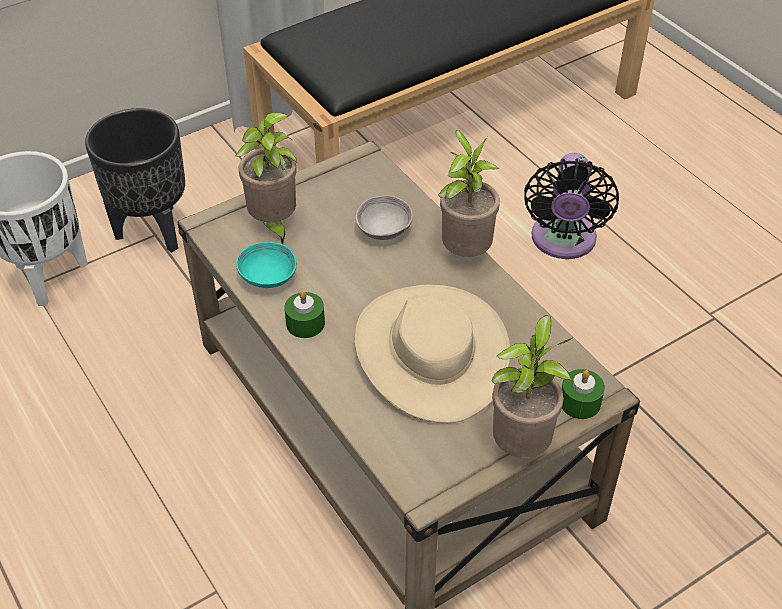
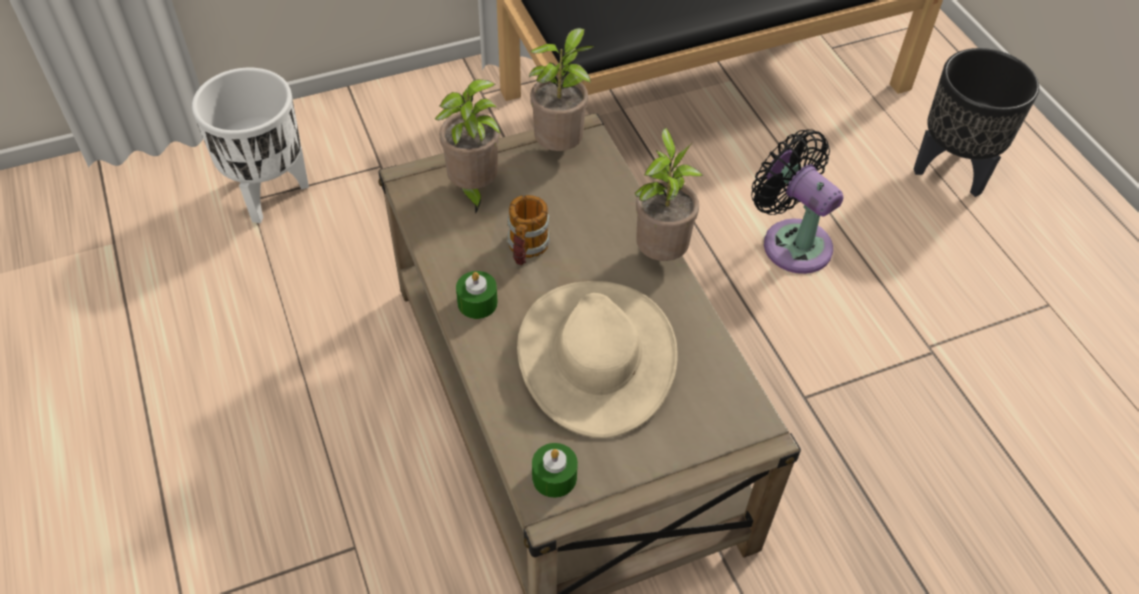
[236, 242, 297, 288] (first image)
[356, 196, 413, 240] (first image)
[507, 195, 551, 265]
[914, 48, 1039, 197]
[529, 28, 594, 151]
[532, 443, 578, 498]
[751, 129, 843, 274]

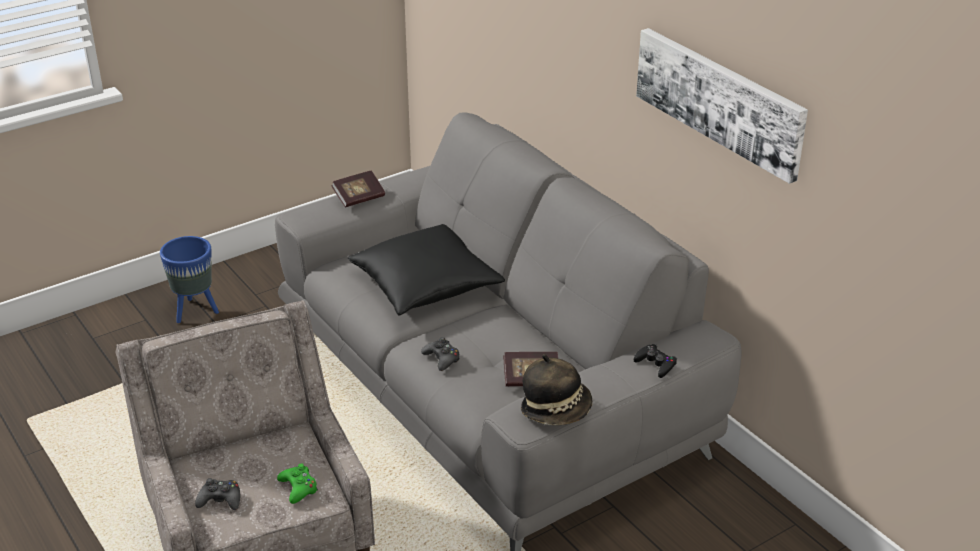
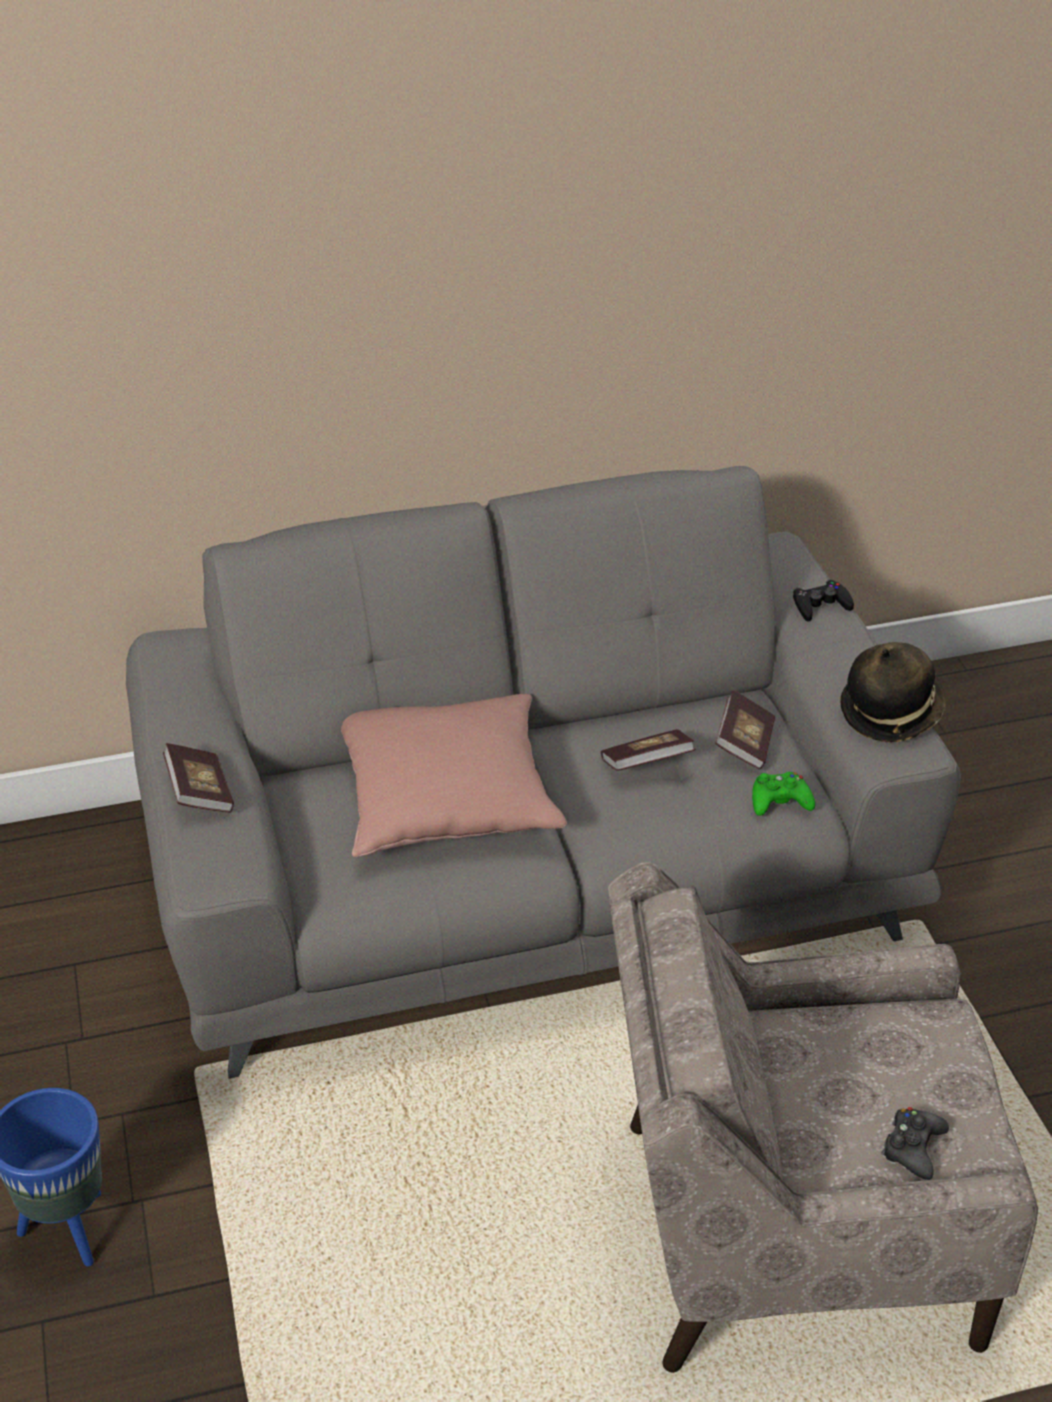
[421, 337, 460, 371] (first image)
[636, 28, 808, 184] (first image)
[601, 729, 696, 771]
[752, 772, 815, 816]
[341, 694, 567, 857]

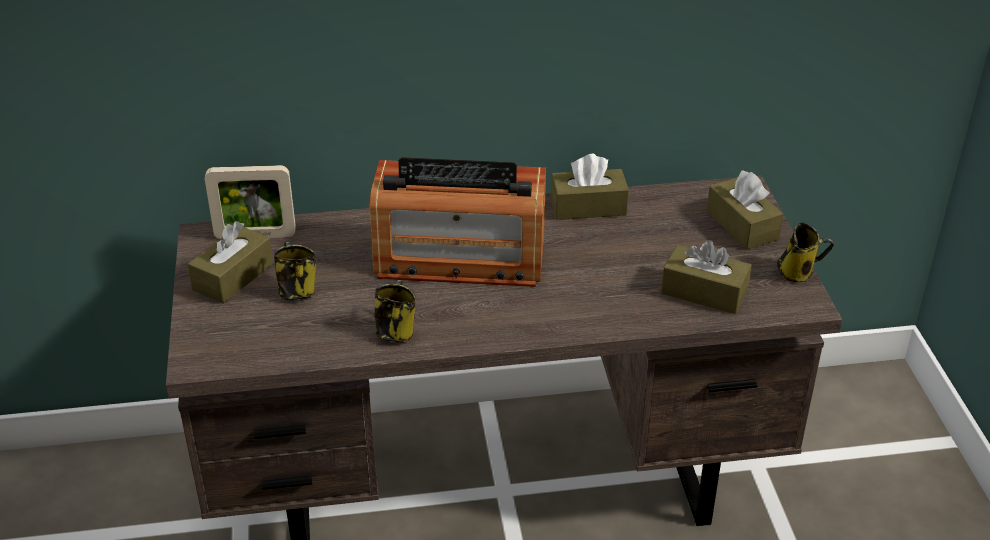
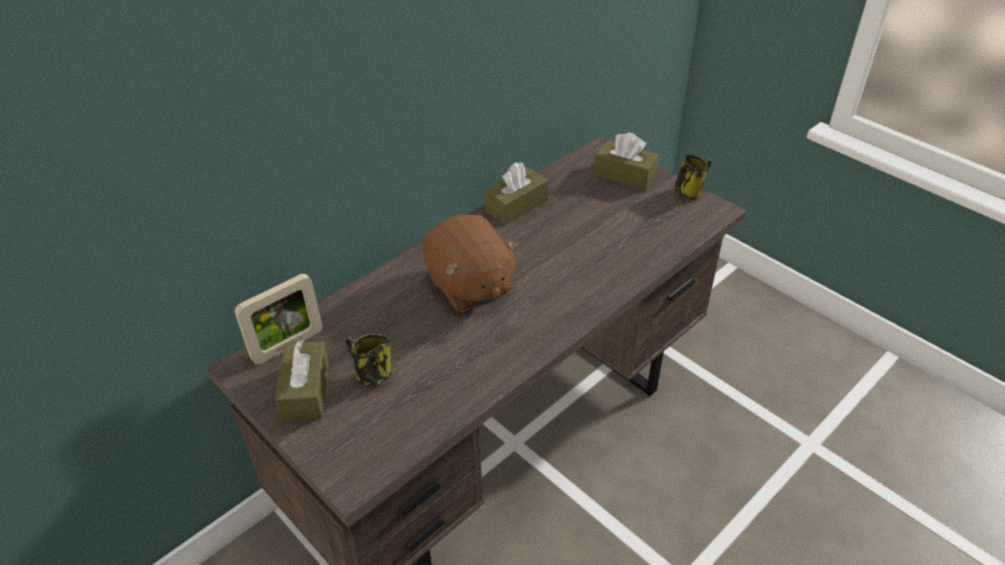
[374, 280, 416, 343] (first image)
[661, 240, 752, 314] (first image)
[423, 215, 519, 312]

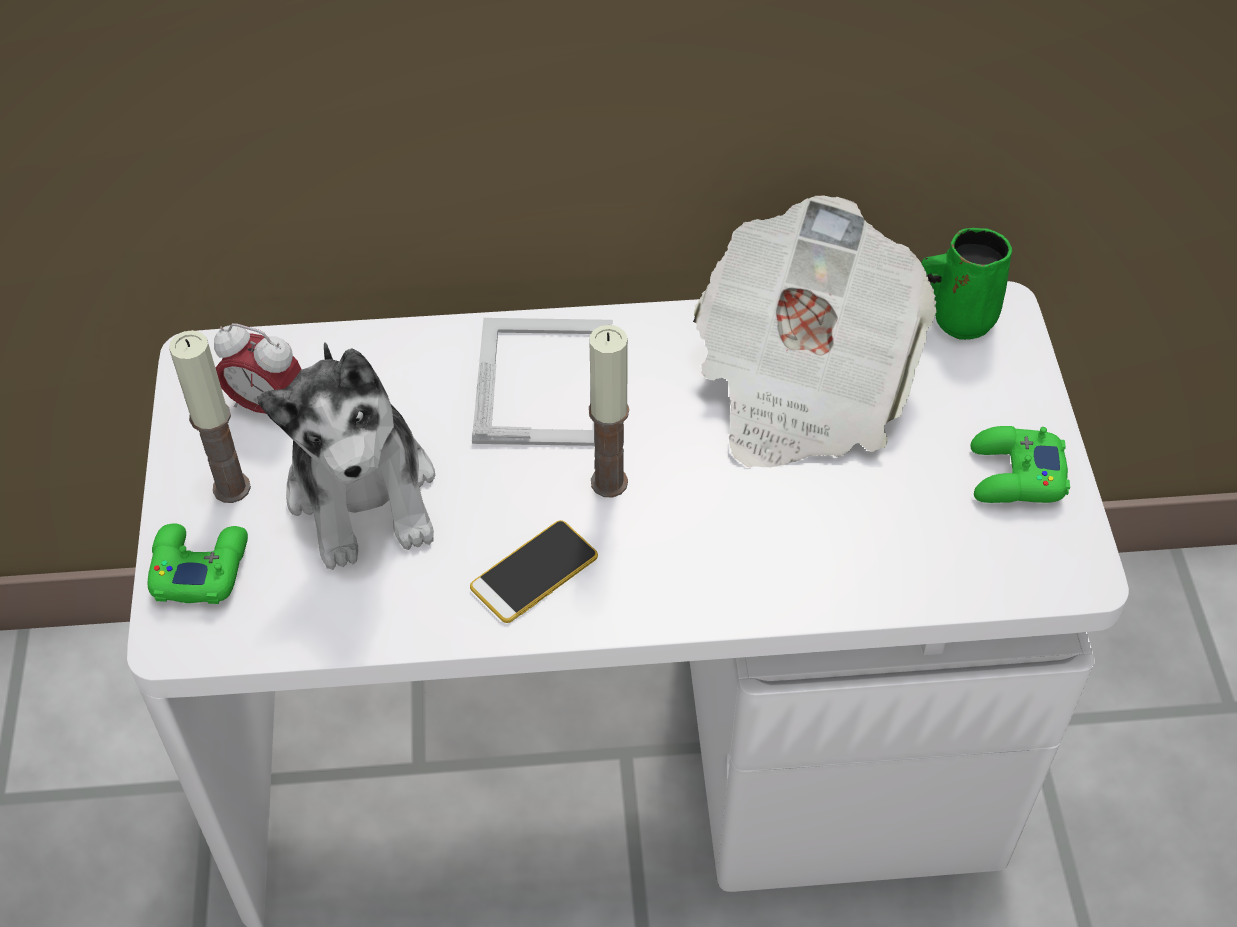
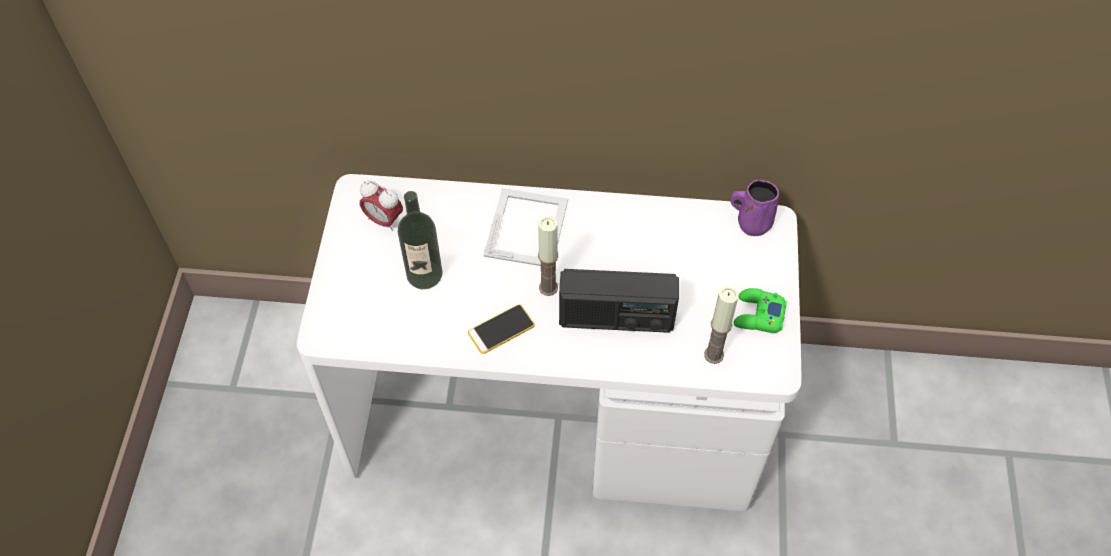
[147, 523, 248, 604] (first image)
[693, 196, 937, 468] (first image)
[559, 269, 679, 333]
[704, 286, 739, 364]
[398, 191, 442, 289]
[730, 180, 779, 236]

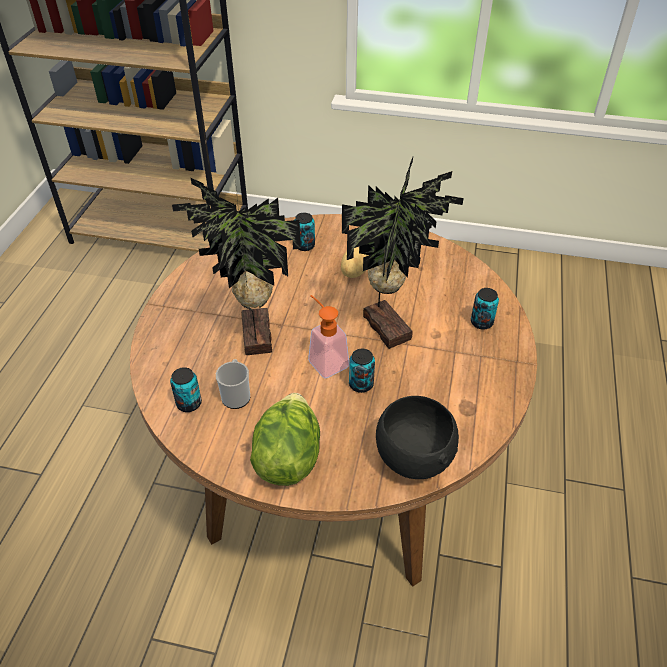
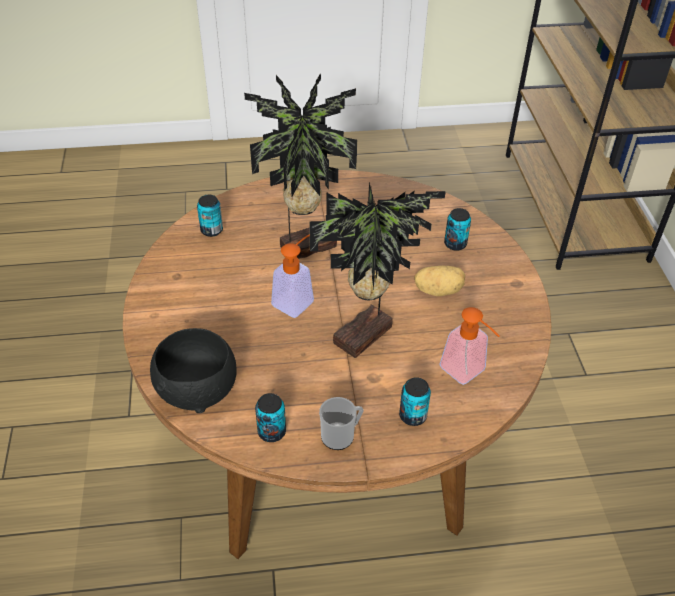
[250, 393, 320, 486] (first image)
[439, 307, 500, 385]
[319, 397, 364, 450]
[255, 393, 286, 442]

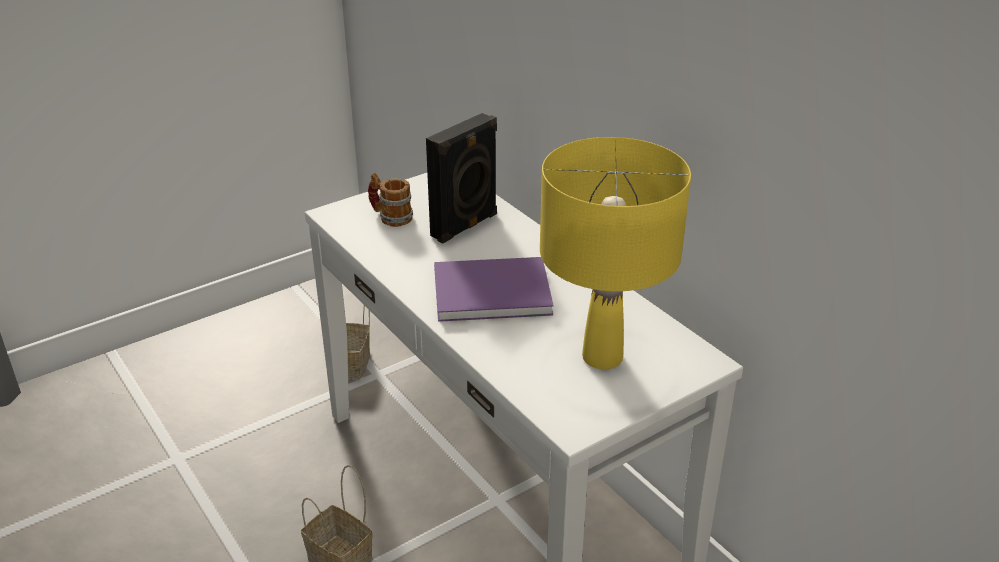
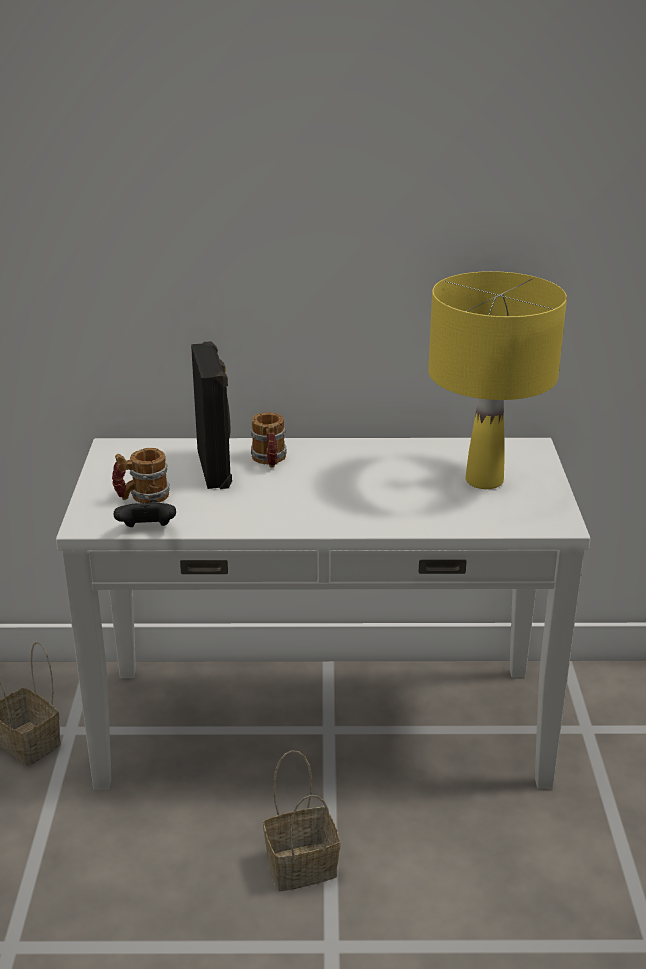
[434, 257, 554, 322] (first image)
[113, 499, 176, 527]
[251, 412, 287, 468]

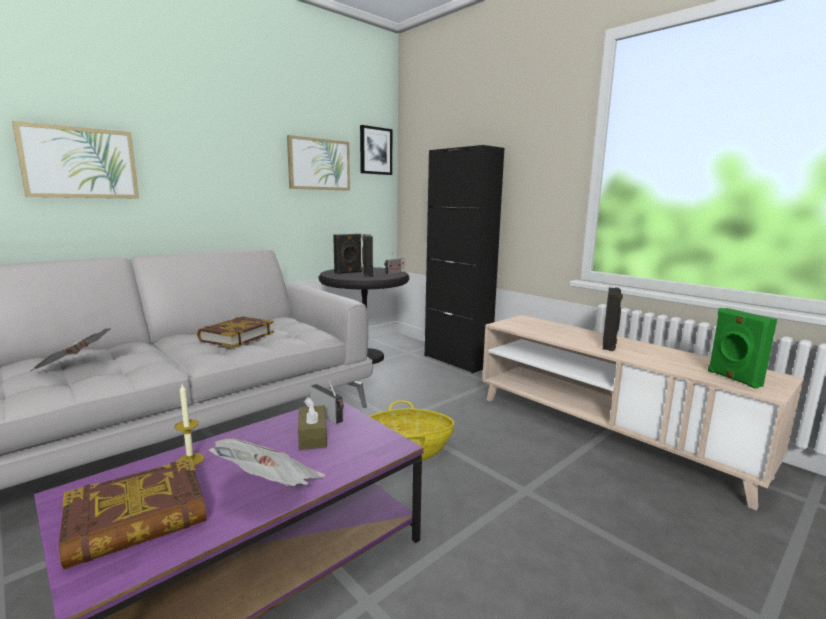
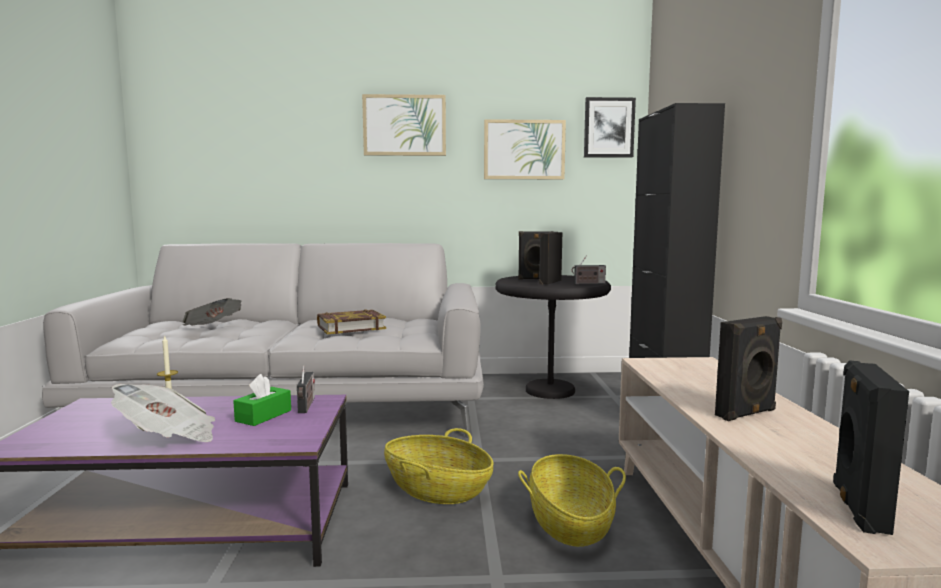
[59, 459, 206, 570] (first image)
[518, 454, 626, 547]
[362, 94, 446, 156]
[233, 374, 291, 426]
[833, 360, 909, 535]

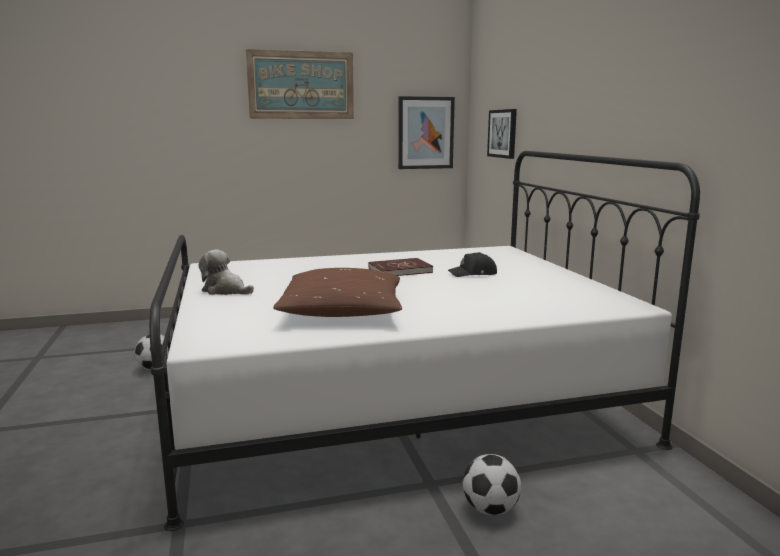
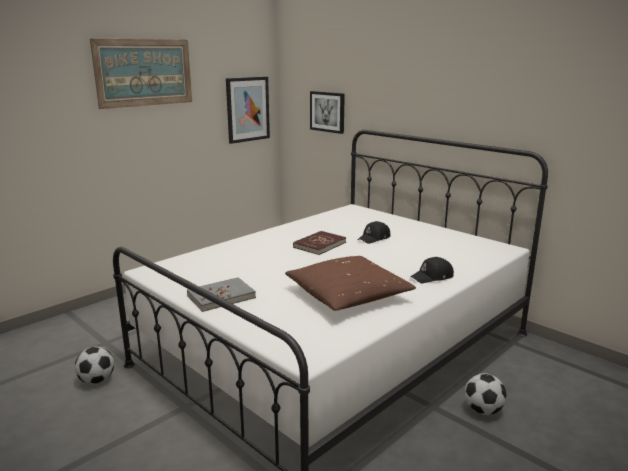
[410, 257, 454, 283]
[187, 277, 256, 312]

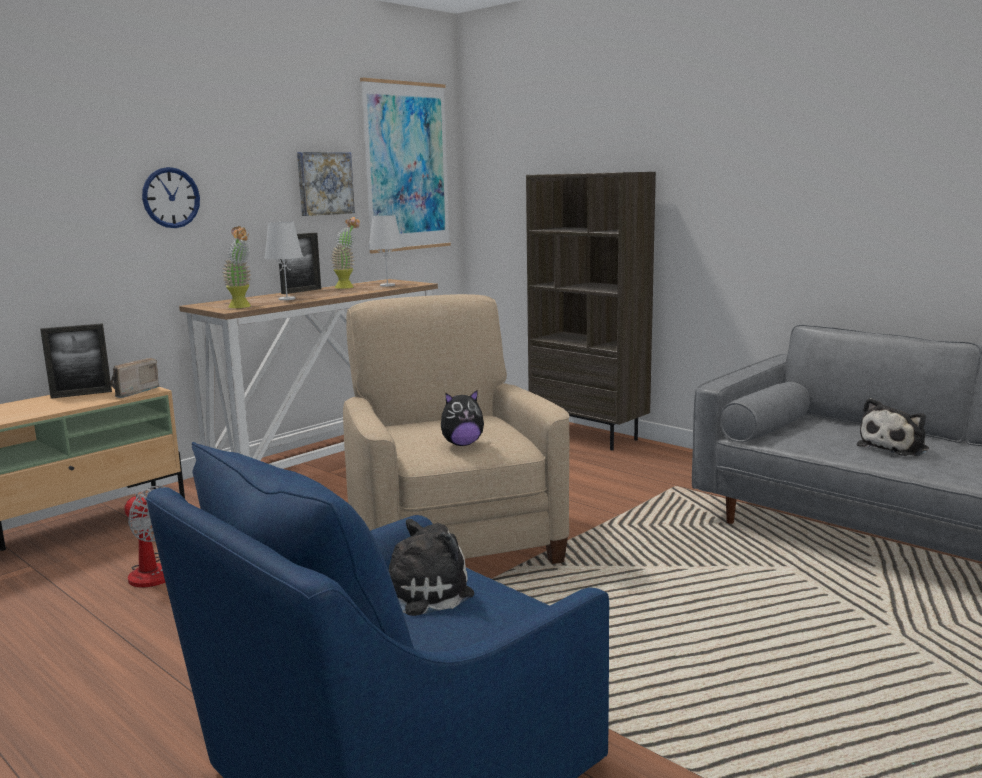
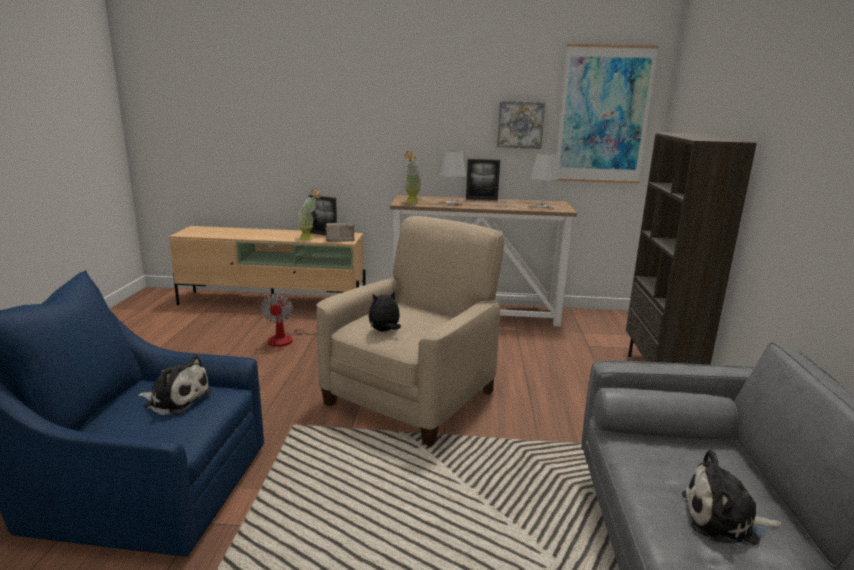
[142, 167, 200, 228] (first image)
[298, 189, 321, 240]
[368, 291, 401, 331]

